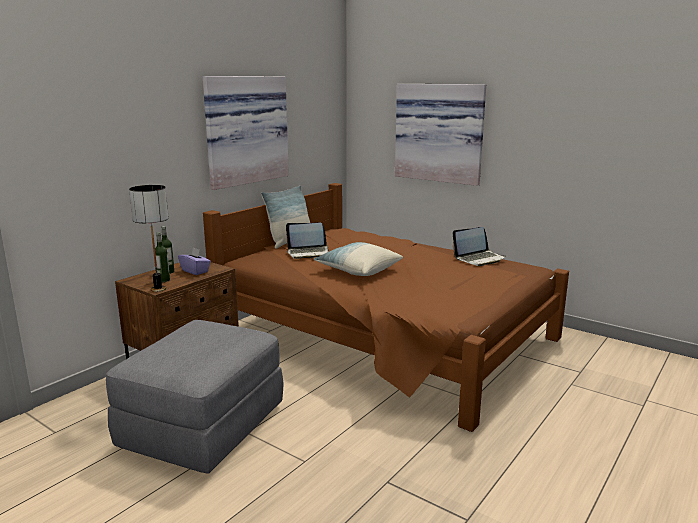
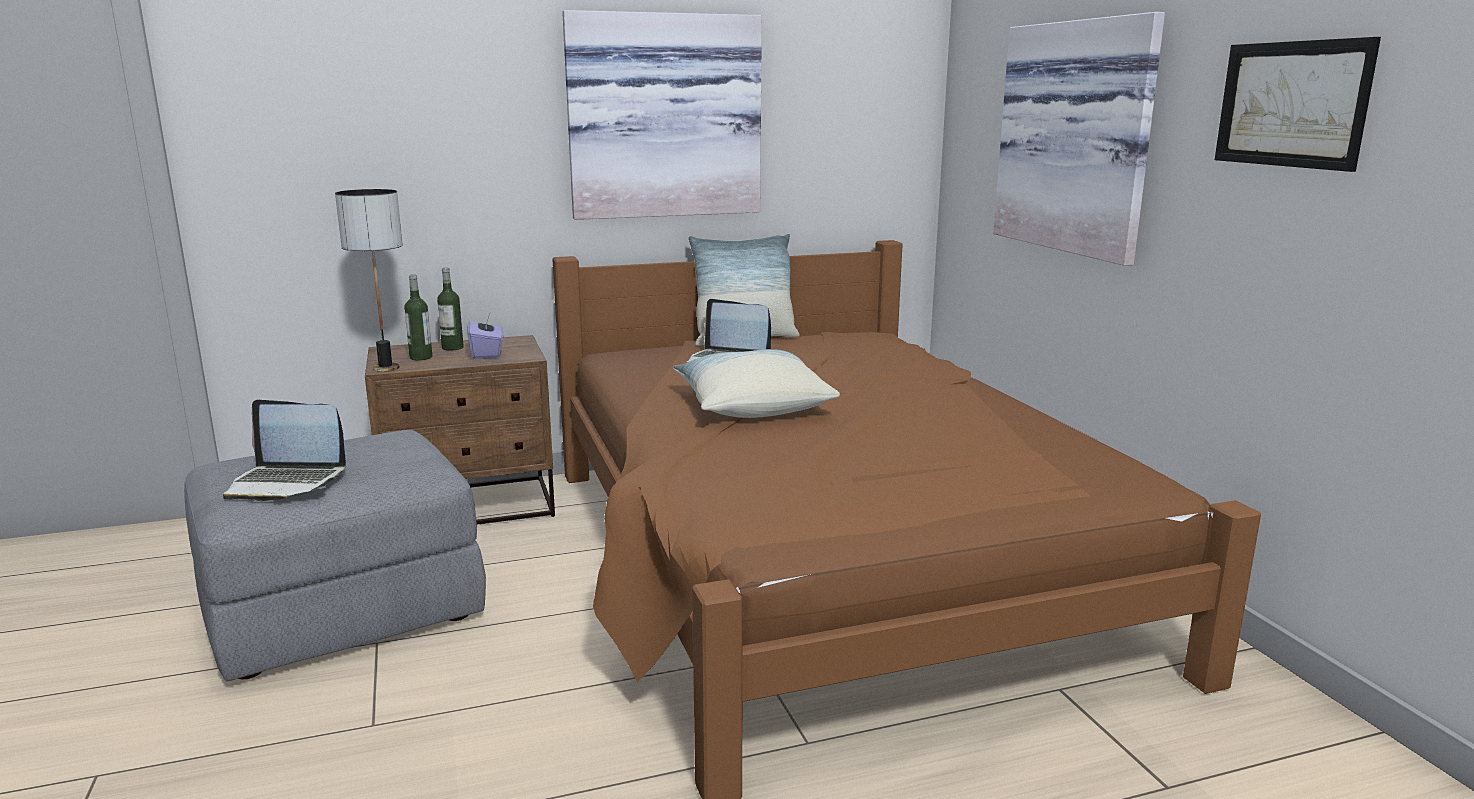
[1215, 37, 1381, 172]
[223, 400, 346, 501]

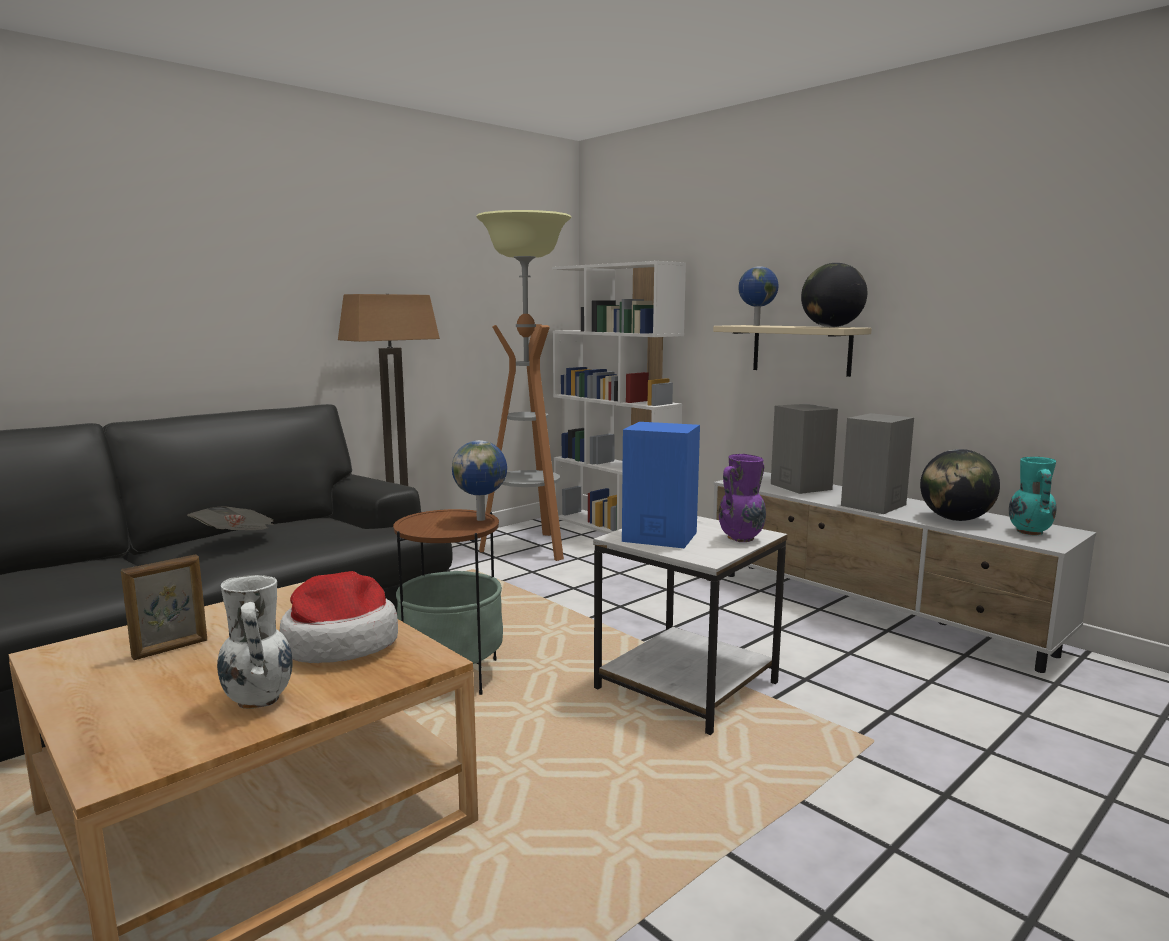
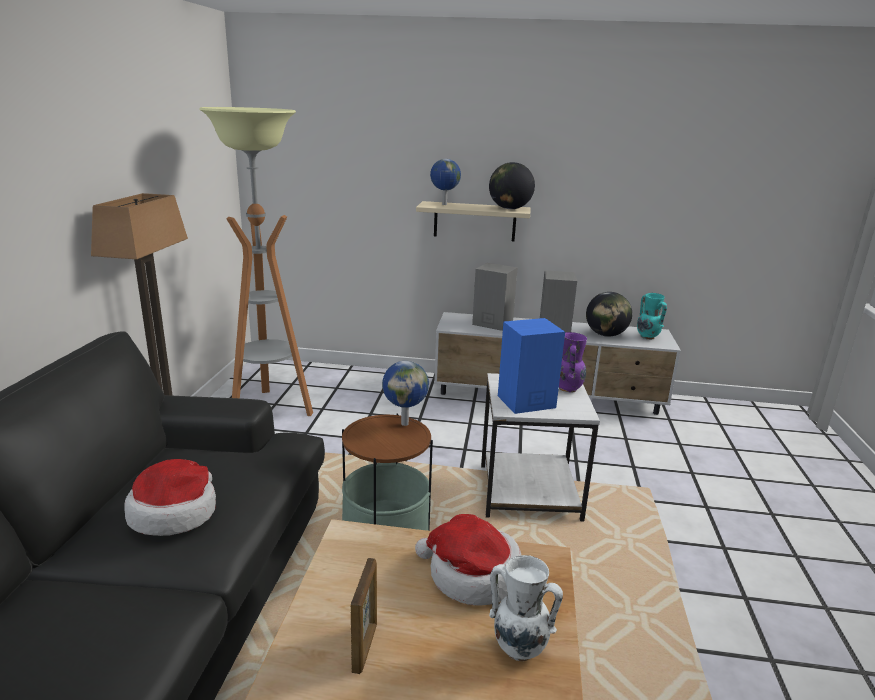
[552, 261, 686, 534] (first image)
[124, 459, 216, 536]

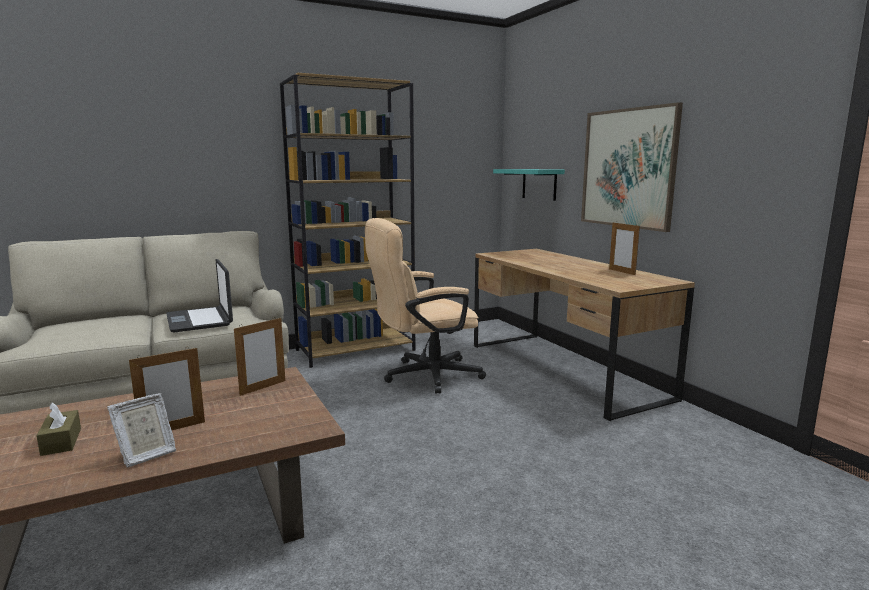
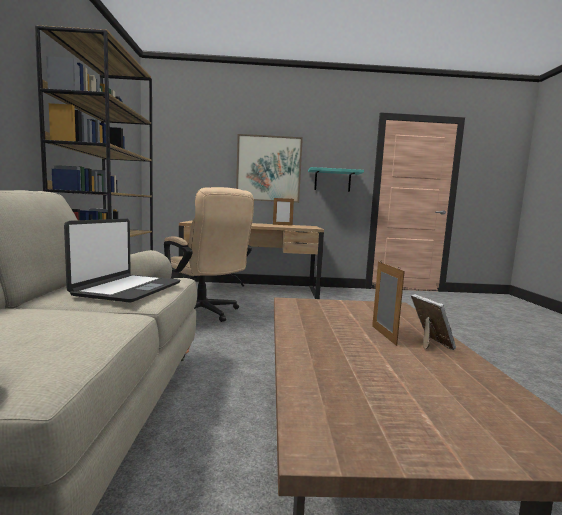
[36, 402, 81, 456] (first image)
[234, 317, 285, 396] (first image)
[308, 167, 364, 192]
[64, 219, 180, 303]
[164, 187, 254, 322]

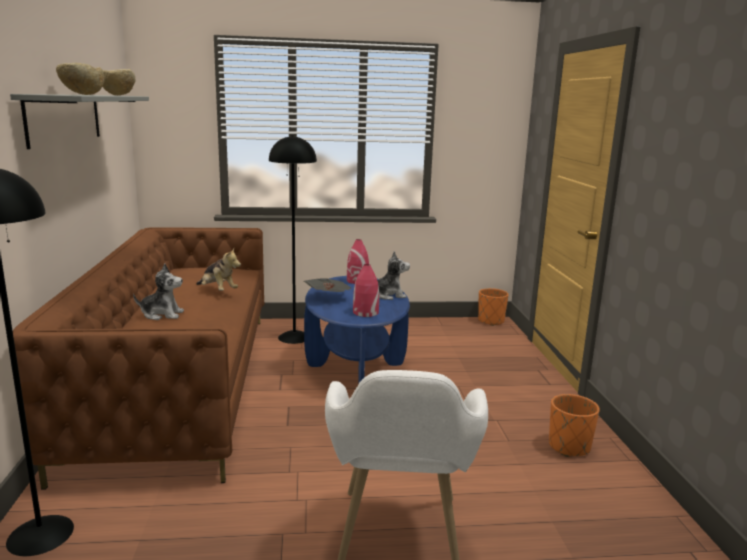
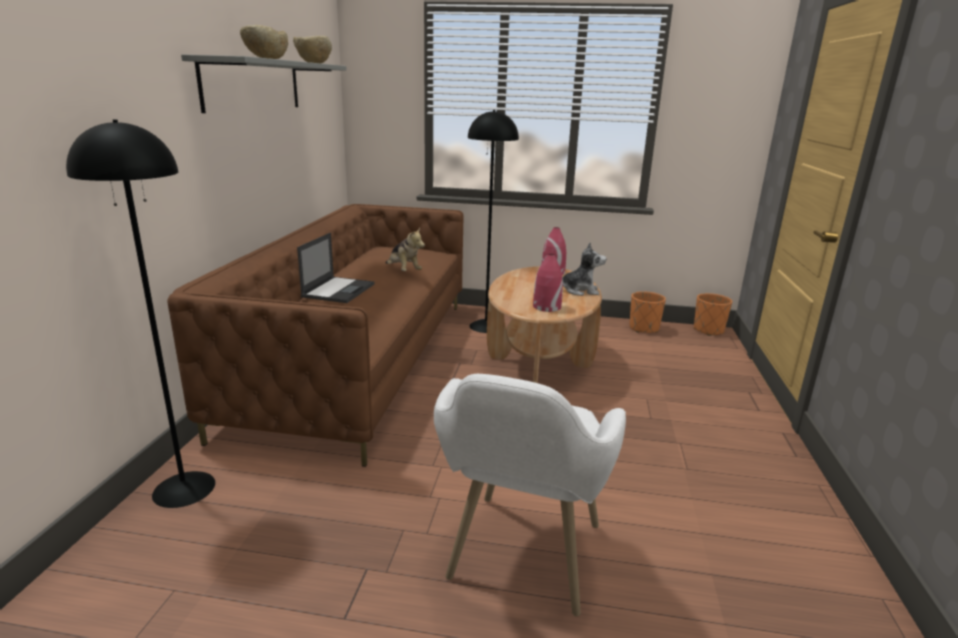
[303, 278, 351, 292] (first image)
[629, 291, 666, 333]
[297, 233, 375, 303]
[487, 266, 602, 383]

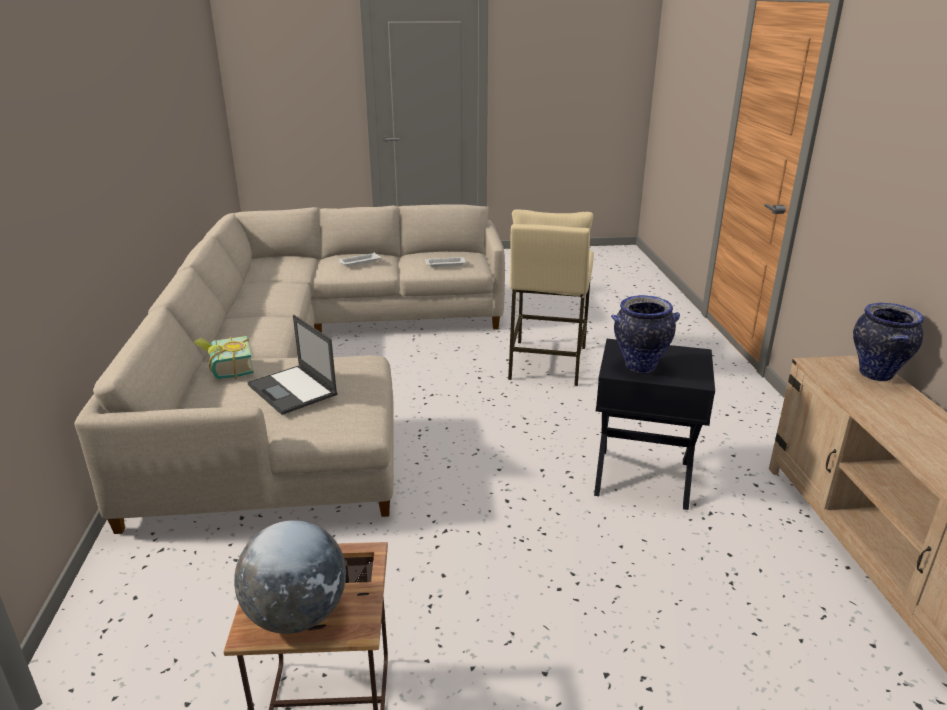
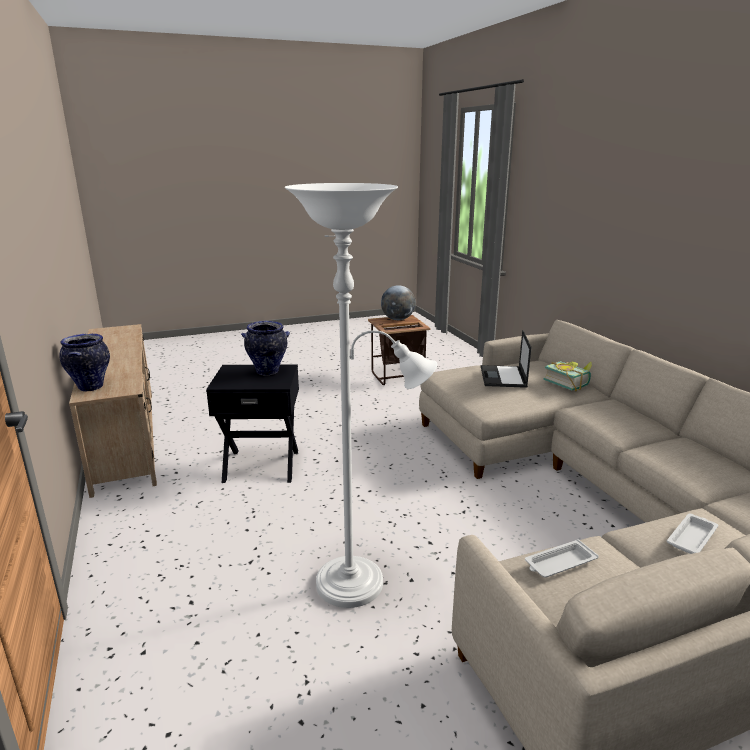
[285, 183, 437, 608]
[481, 330, 531, 388]

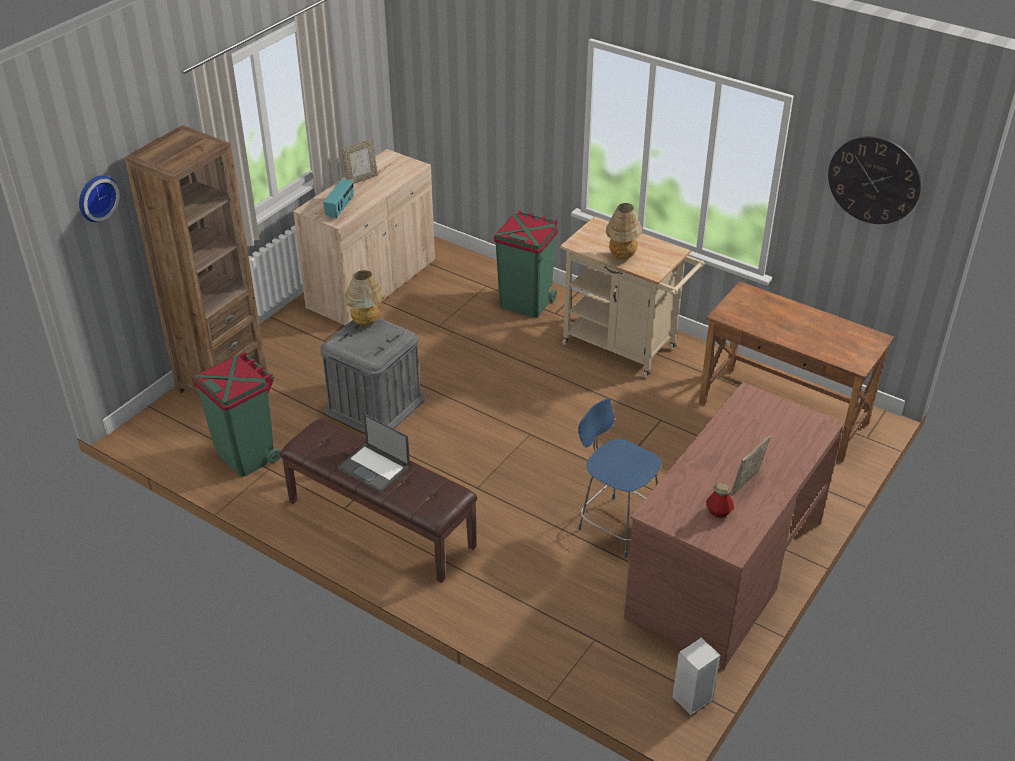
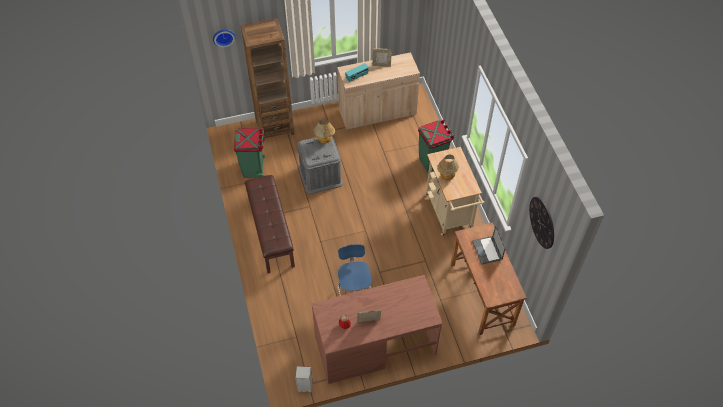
[472, 225, 505, 265]

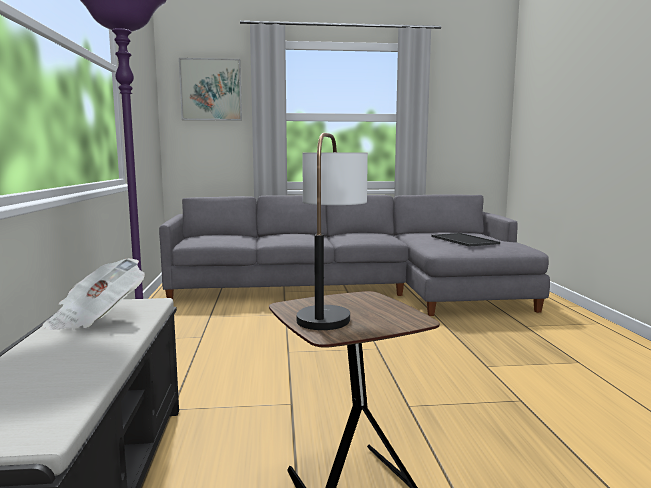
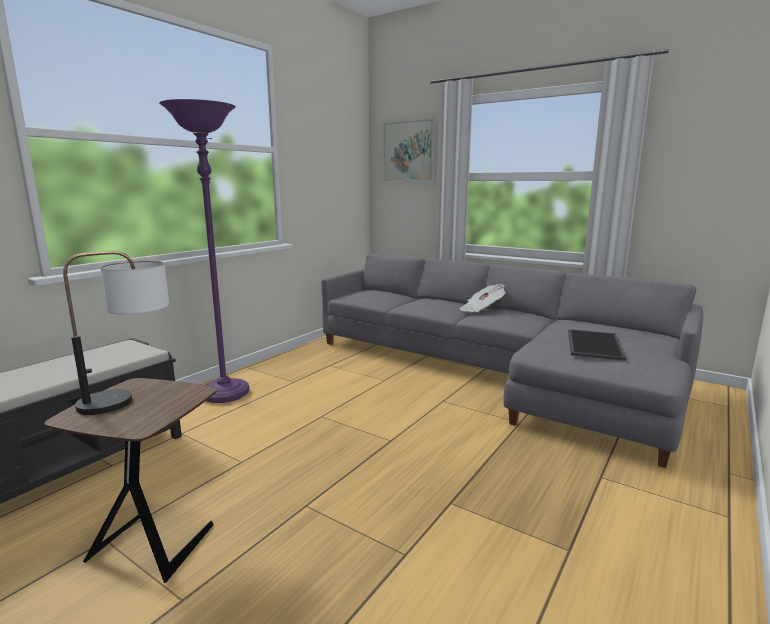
[460, 284, 505, 312]

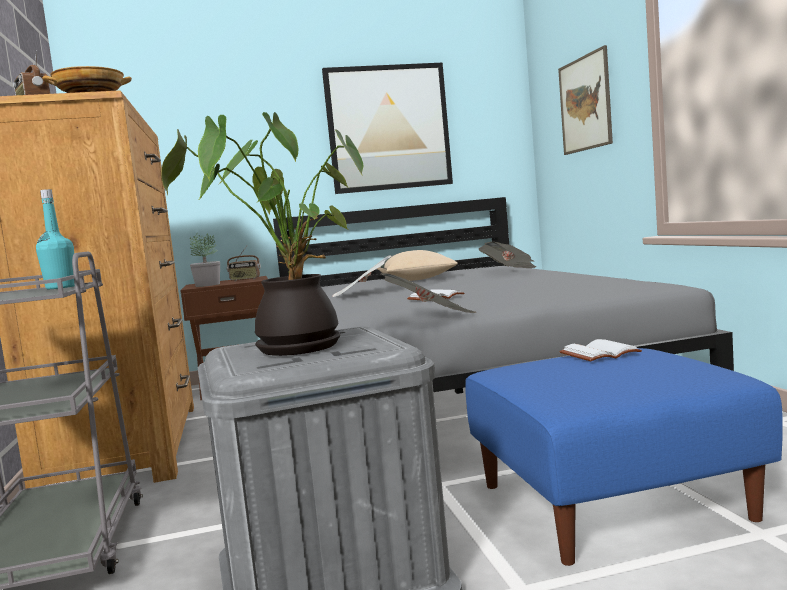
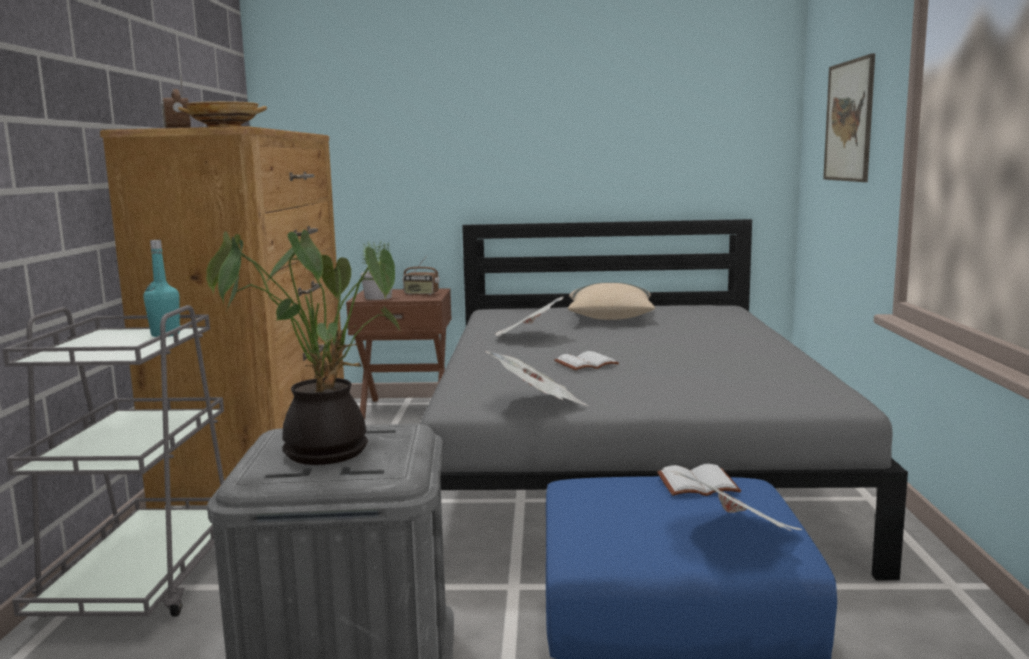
[322, 63, 453, 194] (first image)
[668, 471, 803, 531]

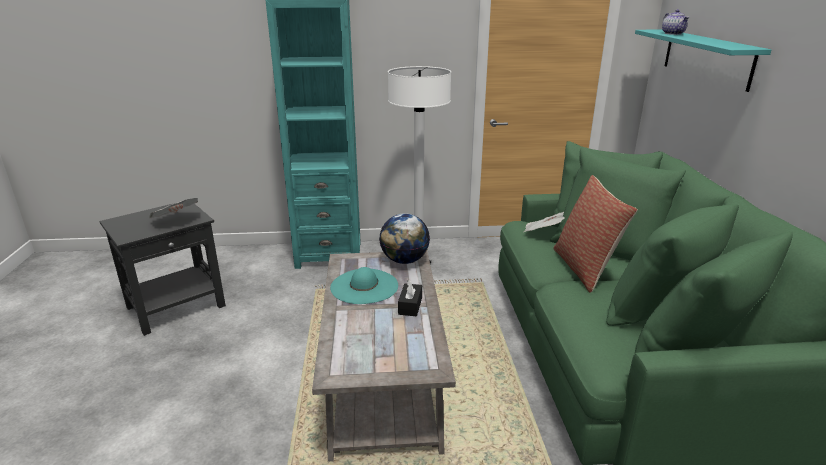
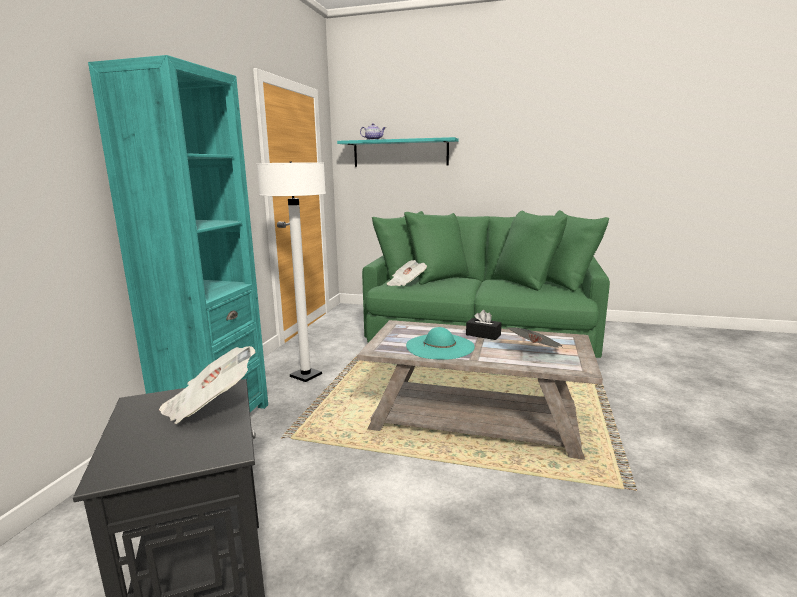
[379, 213, 430, 264] (first image)
[554, 175, 638, 293] (first image)
[504, 327, 562, 348]

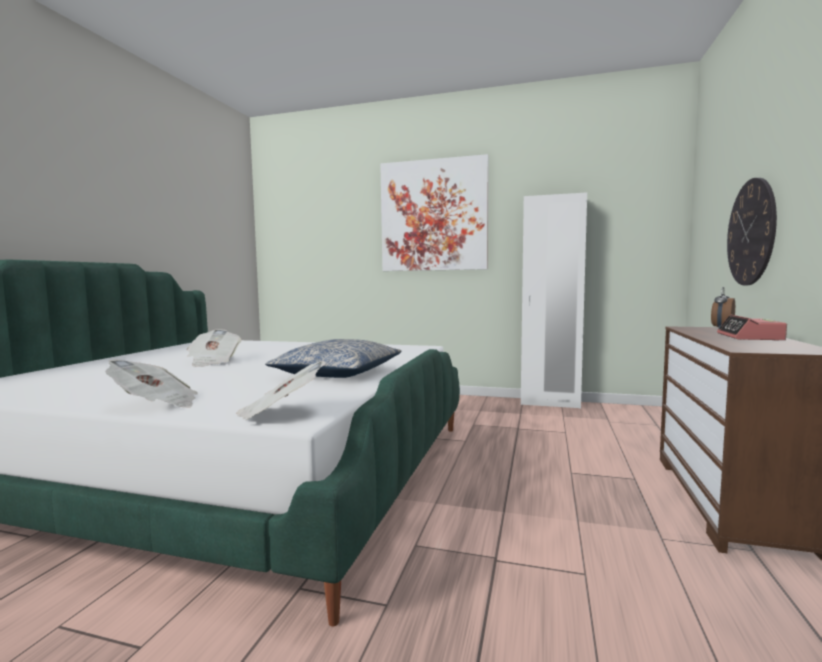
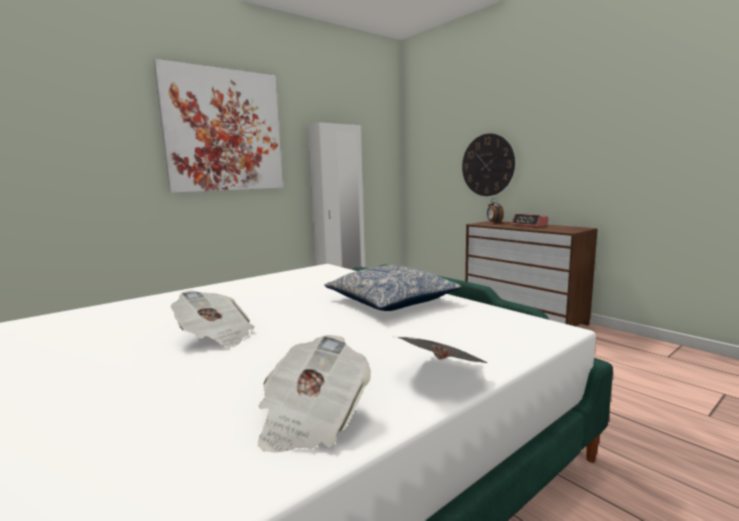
[257, 335, 371, 453]

